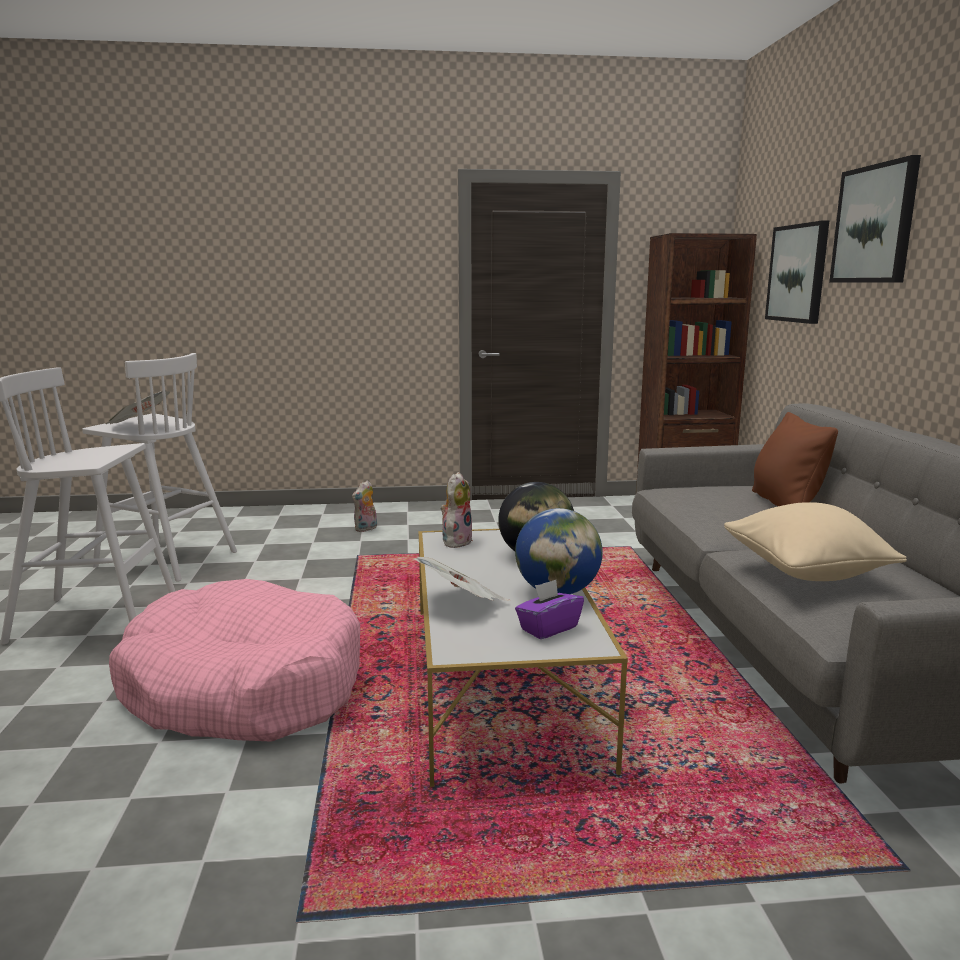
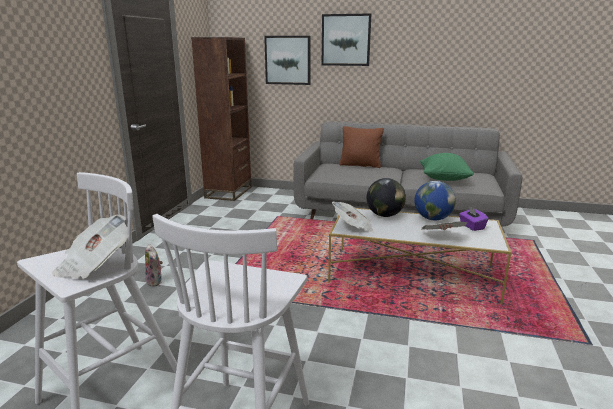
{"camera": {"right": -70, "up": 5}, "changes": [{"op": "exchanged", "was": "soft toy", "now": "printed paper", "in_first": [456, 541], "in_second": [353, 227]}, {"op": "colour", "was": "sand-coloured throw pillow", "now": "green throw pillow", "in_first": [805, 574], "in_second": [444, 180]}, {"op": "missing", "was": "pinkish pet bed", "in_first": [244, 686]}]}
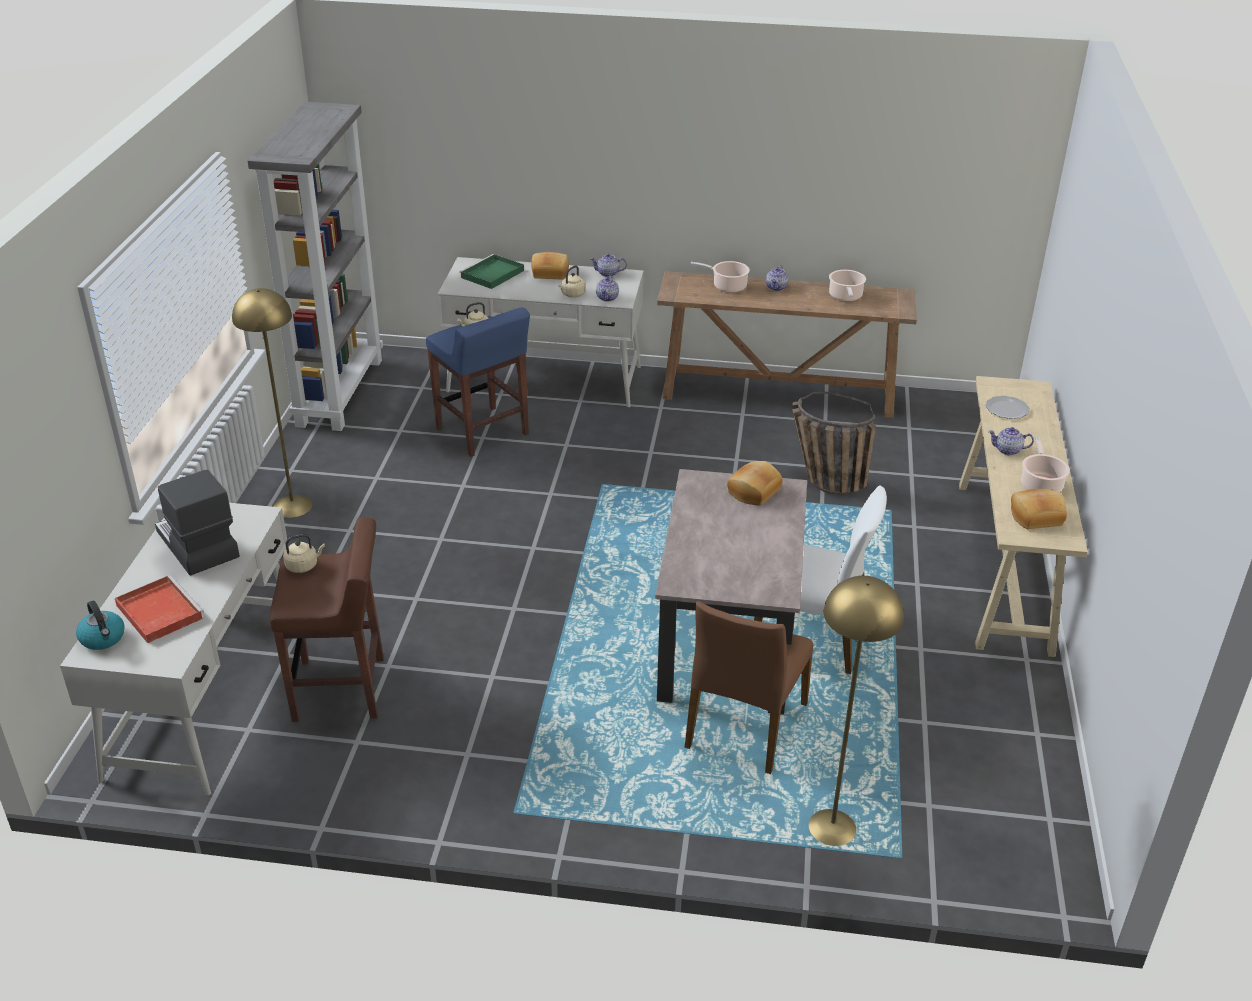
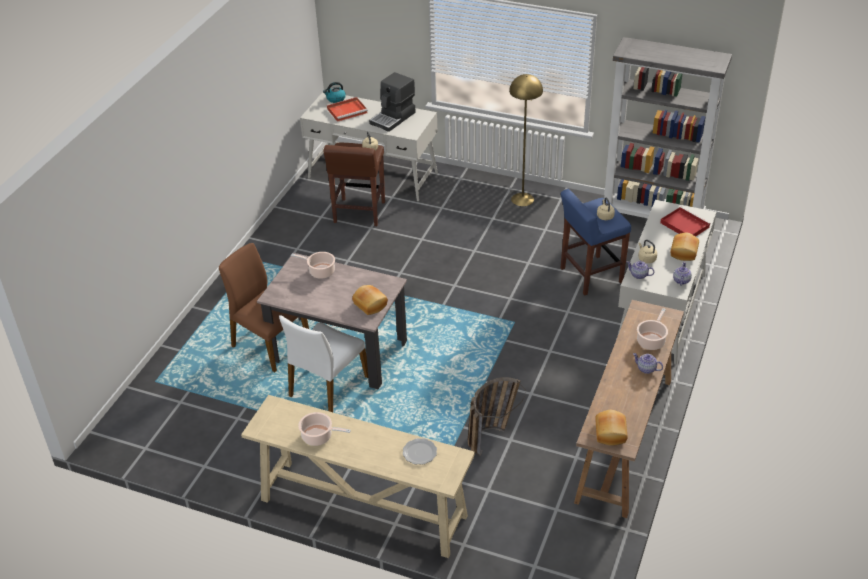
{"camera": {"right": 105, "up": 5}, "changes": [{"op": "colour", "was": "green serving tray", "now": "red-coloured serving tray", "in_first": [492, 274], "in_second": [684, 225]}, {"op": "relocated", "was": "cooking pot", "in_first": [845, 297], "in_second": [320, 271]}, {"op": "missing", "was": "teapot", "in_first": [1008, 450]}, {"op": "spun", "was": "coffee maker", "in_first": [197, 545], "in_second": [393, 118], "clockwise": 150}, {"op": "relocated", "was": "baked bread", "in_first": [1035, 516], "in_second": [611, 433]}, {"op": "missing", "was": "yellow-coloured standard lamp", "in_first": [832, 828]}]}
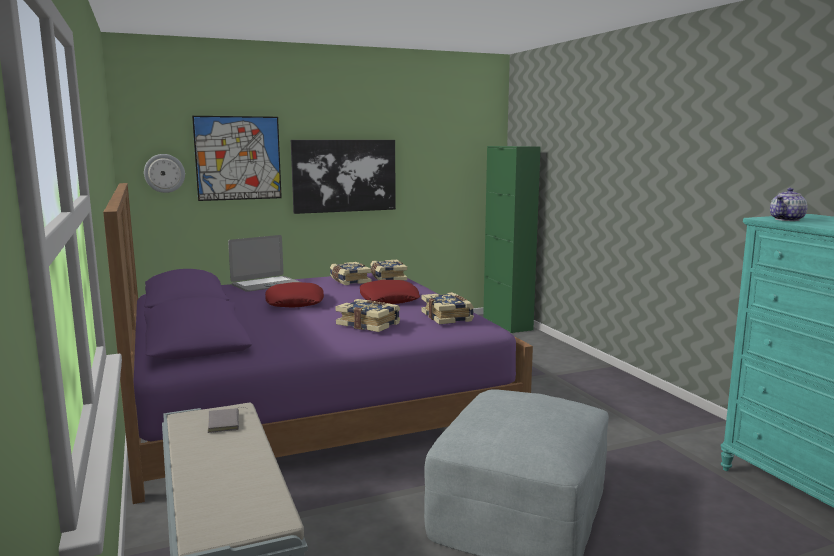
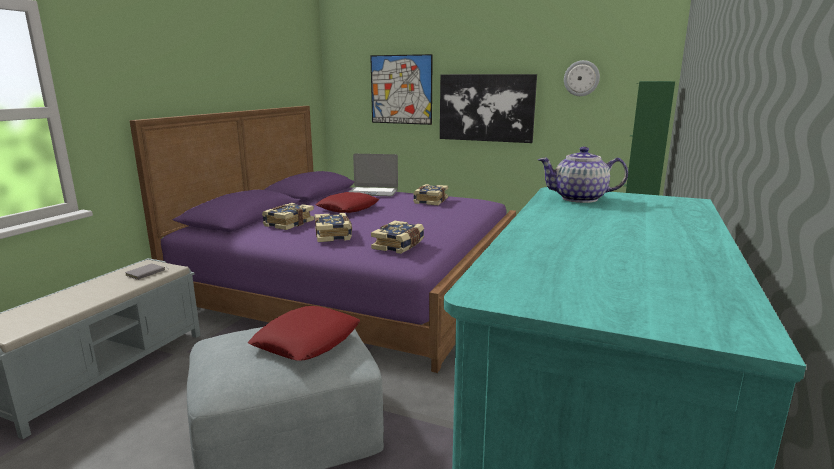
{"camera": {"right": 45, "up": 5}, "changes": [{"op": "relocated", "was": "clock on the wall", "in_first": [164, 173], "in_second": [581, 78]}, {"op": "relocated", "was": "book", "in_first": [387, 278], "in_second": [288, 223]}, {"op": "relocated", "was": "red-coloured throw pillow", "in_first": [388, 299], "in_second": [307, 340]}]}
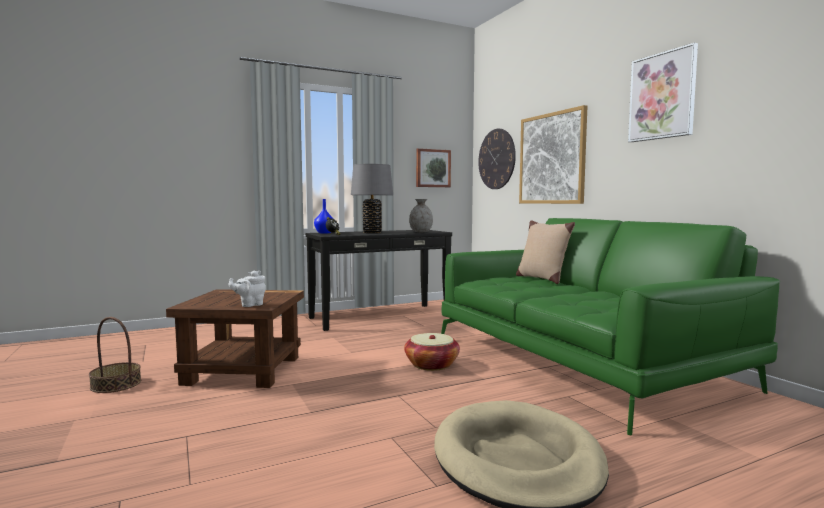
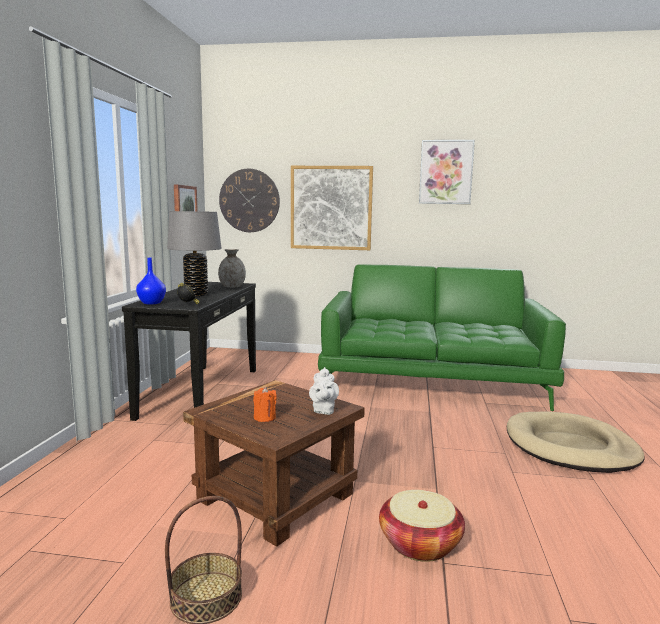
{"camera": {"right": -55, "up": 5}, "changes": [{"op": "missing", "was": "sand-coloured throw pillow", "in_first": [542, 279]}, {"op": "relocated", "was": "basket", "in_first": [431, 364], "in_second": [419, 543]}, {"op": "appeared", "now": "orangey wax light", "in_second": [264, 418]}]}
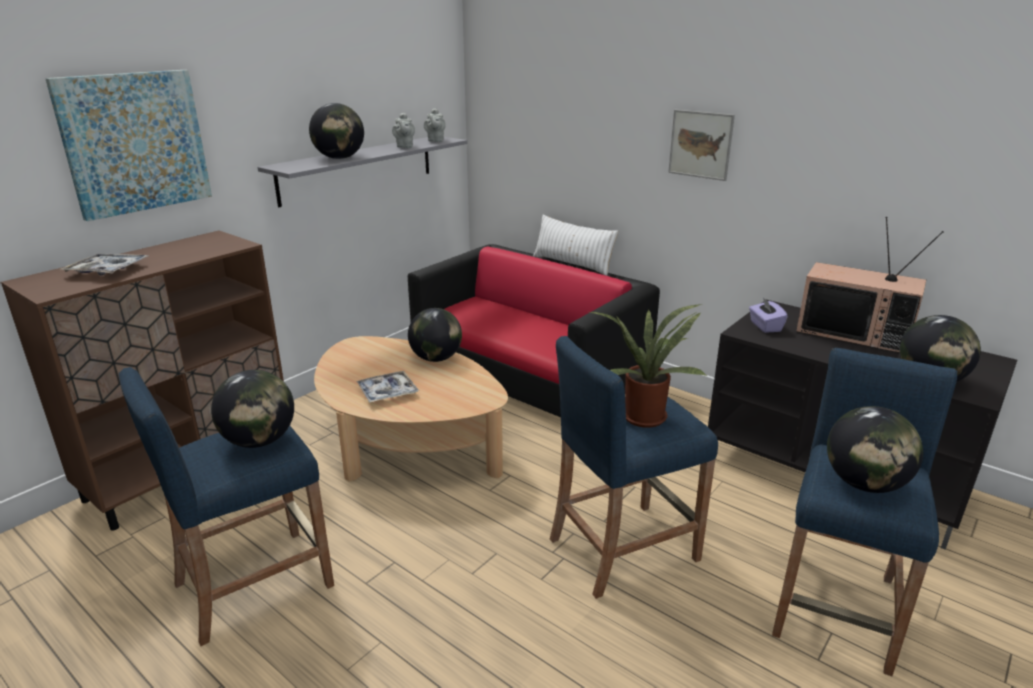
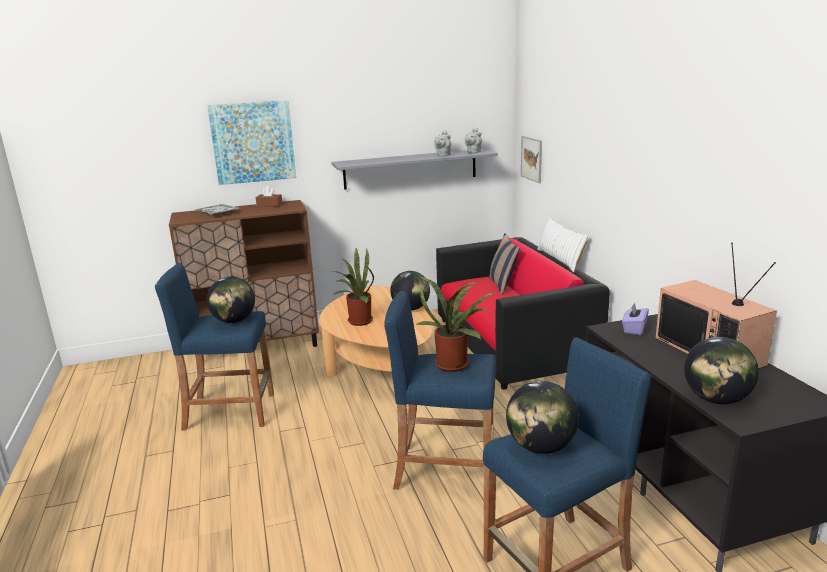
{"camera": {"right": 35, "up": -5}, "changes": [{"op": "missing", "was": "desk globe", "in_first": [339, 158]}, {"op": "relocated", "was": "wall art", "in_first": [700, 144], "in_second": [531, 159]}, {"op": "exchanged", "was": "serving tray", "now": "potted plant", "in_first": [387, 392], "in_second": [357, 321]}, {"op": "appeared", "now": "brown box of tissues", "in_second": [269, 205]}, {"op": "appeared", "now": "throw pillow", "in_second": [502, 285]}]}
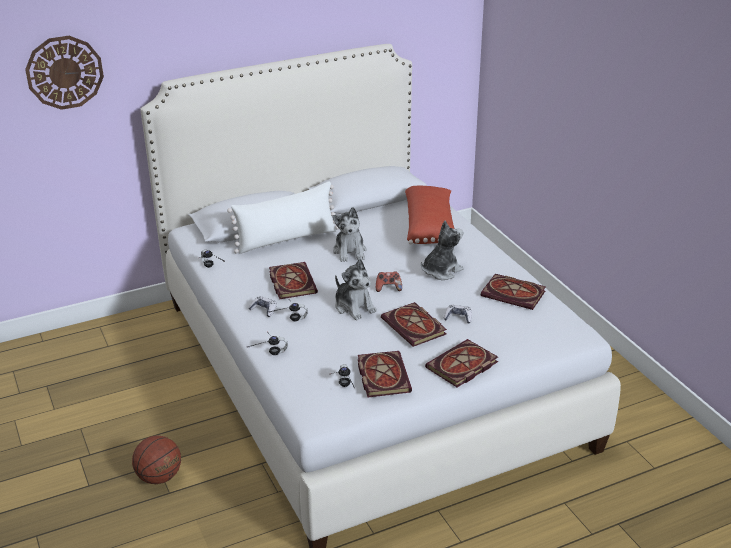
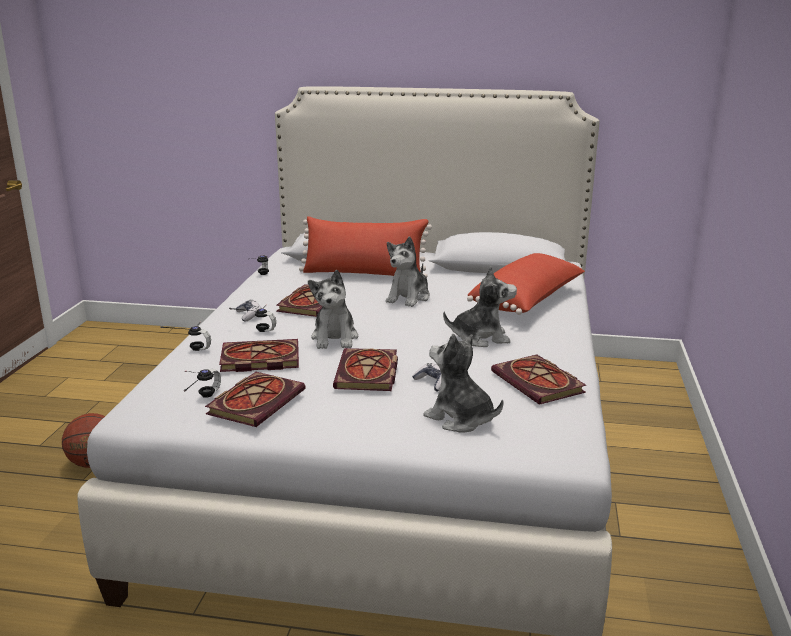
{"camera": {"right": 35, "up": -10}, "changes": [{"op": "missing", "was": "clock on the wall", "in_first": [64, 72]}, {"op": "colour", "was": "white-coloured throw pillow", "now": "red-coloured throw pillow", "in_first": [287, 239], "in_second": [364, 274]}, {"op": "missing", "was": "gamepad", "in_first": [388, 288]}, {"op": "relocated", "was": "book", "in_first": [461, 366], "in_second": [258, 359]}, {"op": "appeared", "now": "soft toy", "in_second": [460, 419]}]}
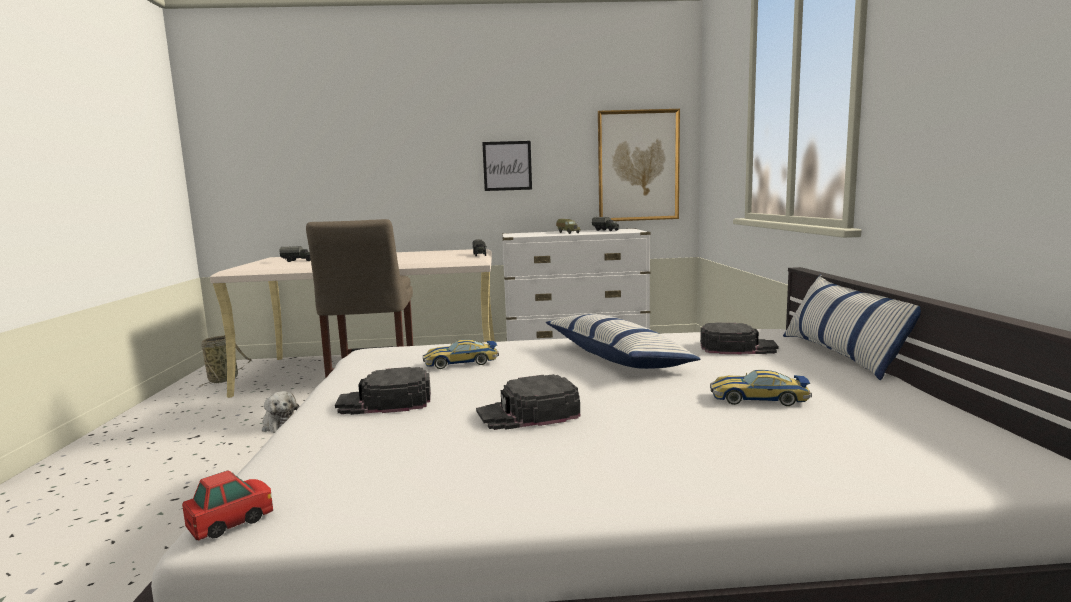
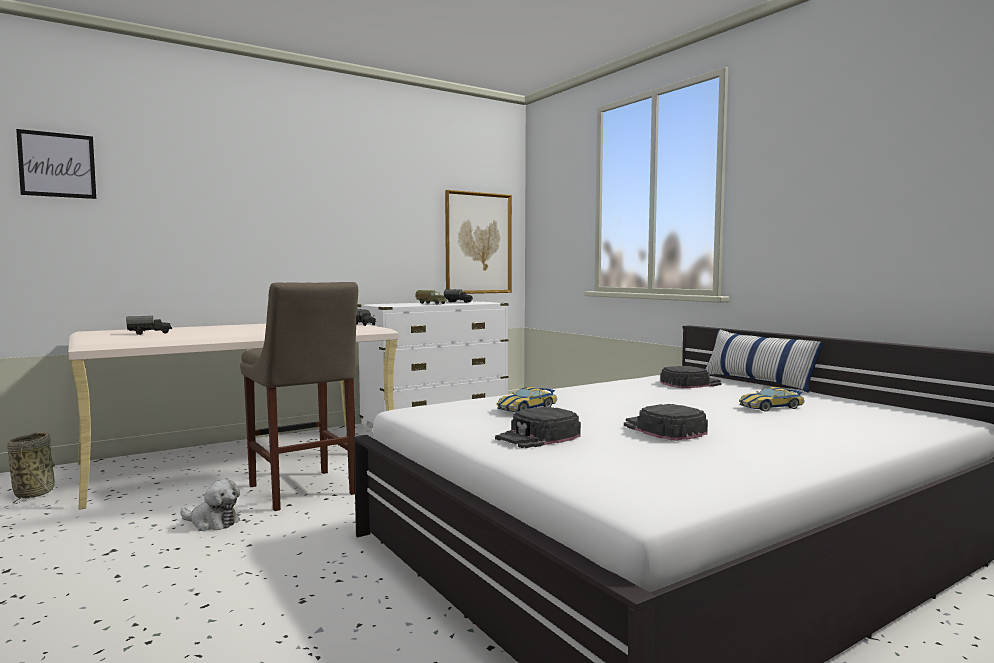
{"camera": {"right": -30, "up": -5}, "changes": [{"op": "relocated", "was": "wall art", "in_first": [507, 166], "in_second": [57, 165]}, {"op": "missing", "was": "throw pillow", "in_first": [616, 358]}, {"op": "spun", "was": "black-coloured baseball cap", "in_first": [528, 413], "in_second": [663, 429], "clockwise": 105}, {"op": "missing", "was": "miniature car", "in_first": [232, 522]}]}
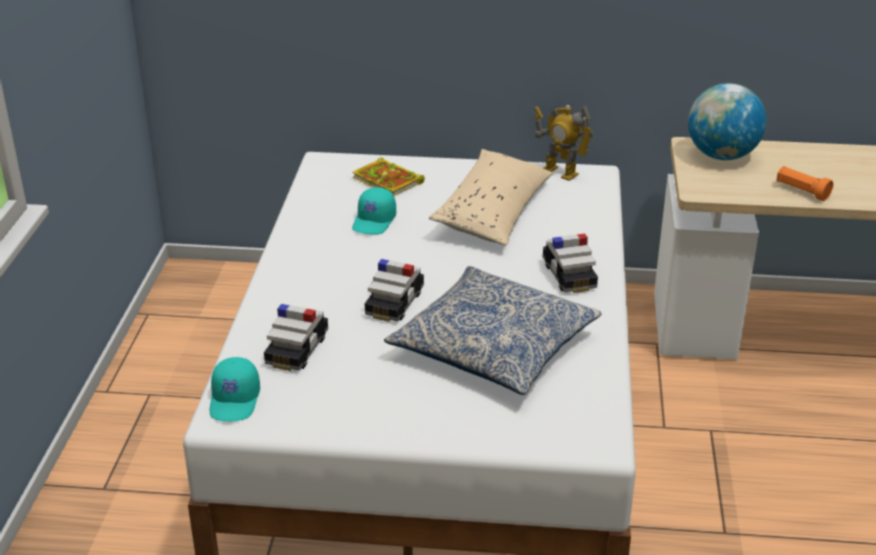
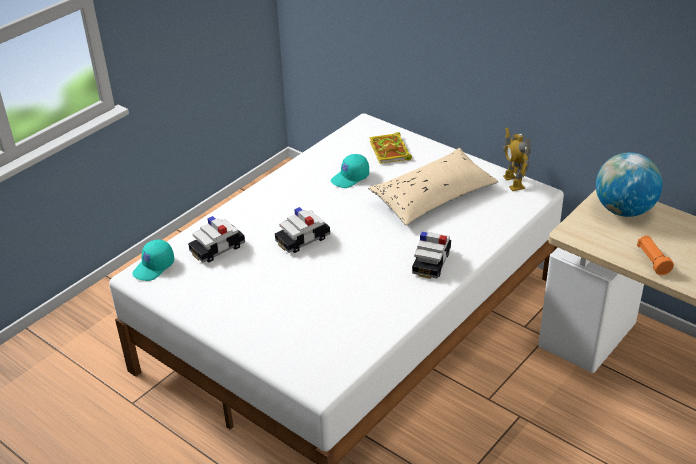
{"camera": {"right": 35, "up": 5}, "changes": [{"op": "missing", "was": "throw pillow", "in_first": [494, 347]}]}
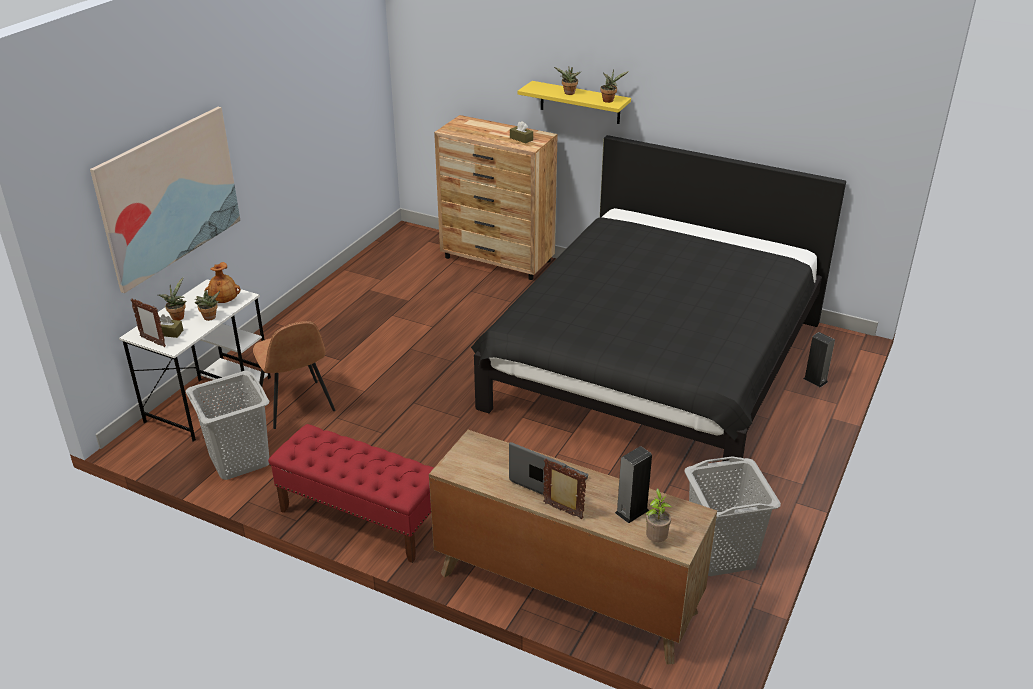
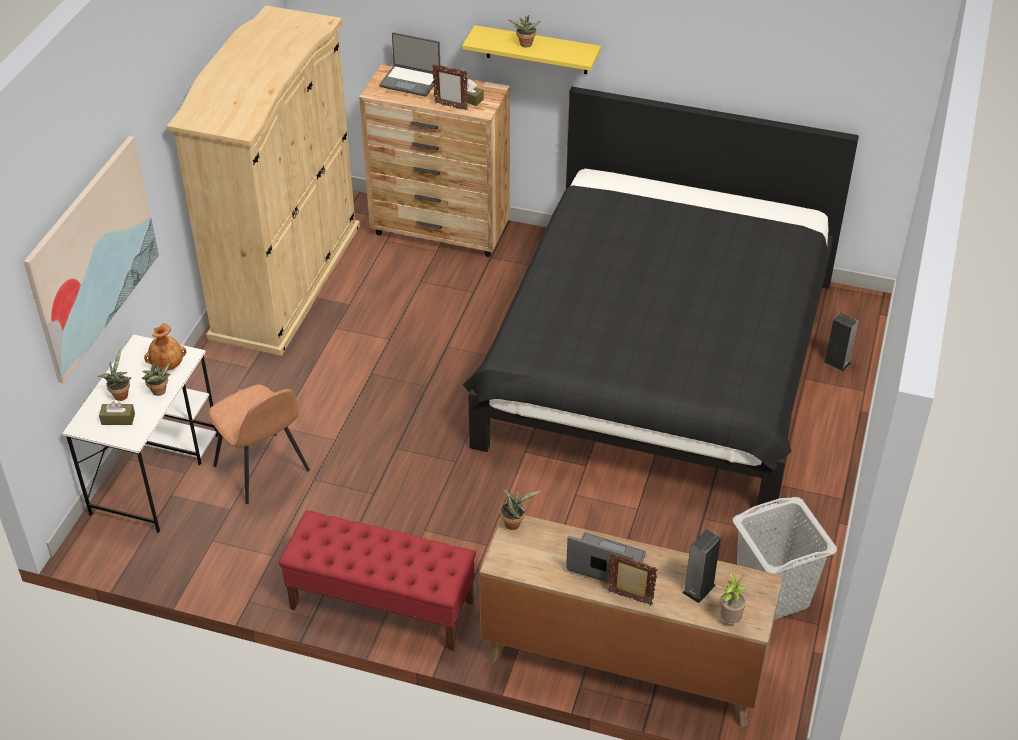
{"camera": {"right": -10, "up": 10}, "changes": [{"op": "relocated", "was": "potted plant", "in_first": [609, 100], "in_second": [514, 523]}, {"op": "relocated", "was": "photo frame", "in_first": [153, 342], "in_second": [450, 106]}, {"op": "missing", "was": "gray washing basket", "in_first": [239, 460]}, {"op": "appeared", "now": "sand-coloured armoire", "in_second": [286, 280]}, {"op": "appeared", "now": "portable computer", "in_second": [410, 81]}]}
